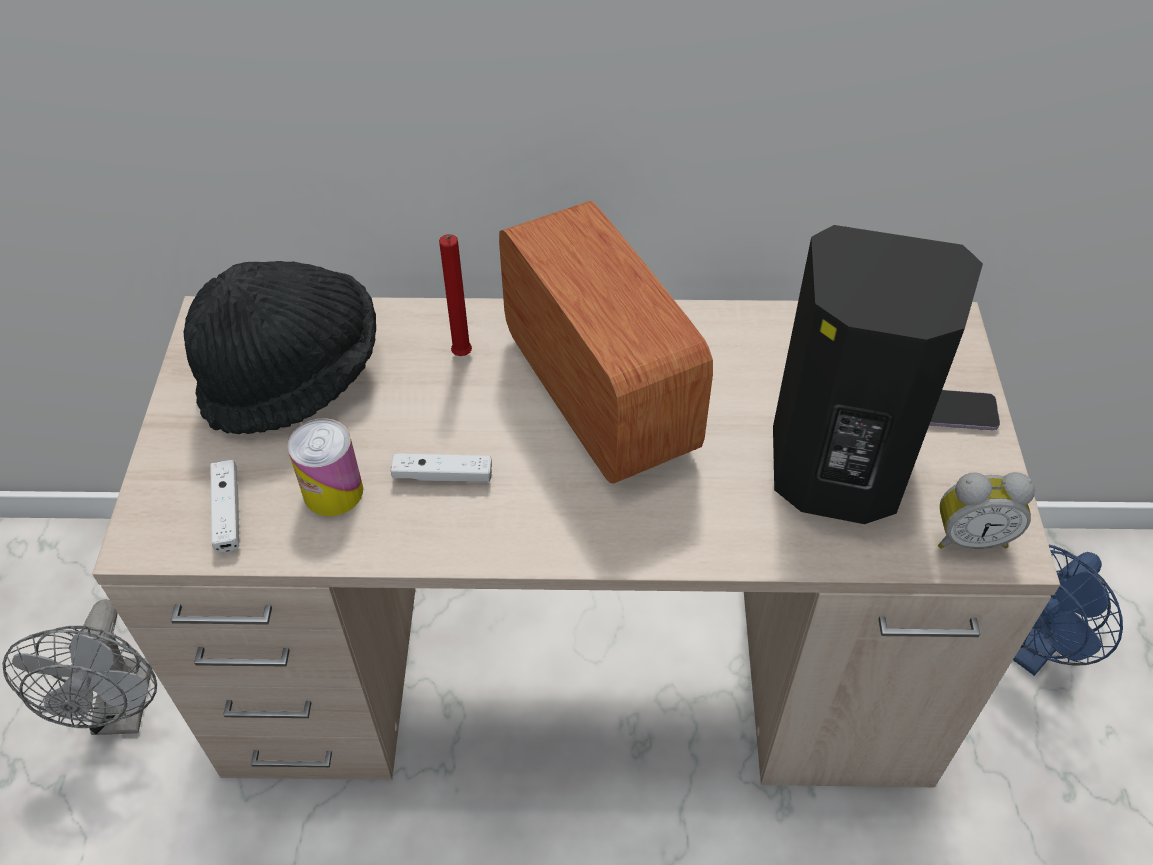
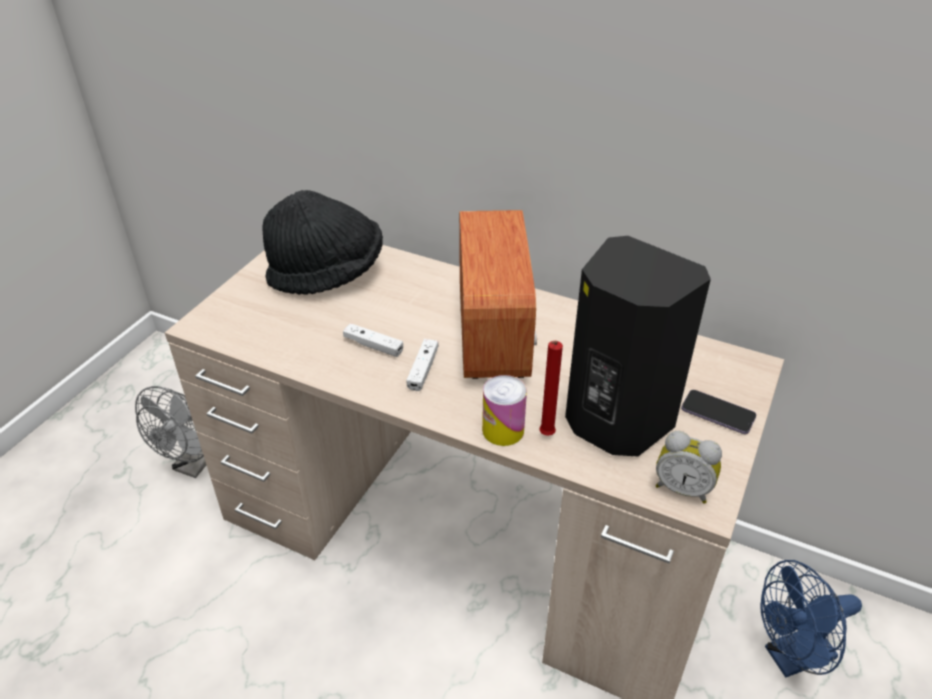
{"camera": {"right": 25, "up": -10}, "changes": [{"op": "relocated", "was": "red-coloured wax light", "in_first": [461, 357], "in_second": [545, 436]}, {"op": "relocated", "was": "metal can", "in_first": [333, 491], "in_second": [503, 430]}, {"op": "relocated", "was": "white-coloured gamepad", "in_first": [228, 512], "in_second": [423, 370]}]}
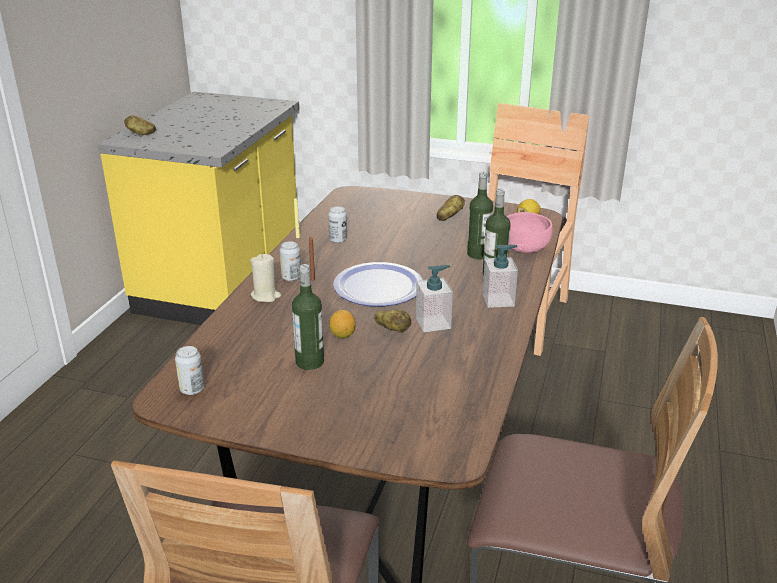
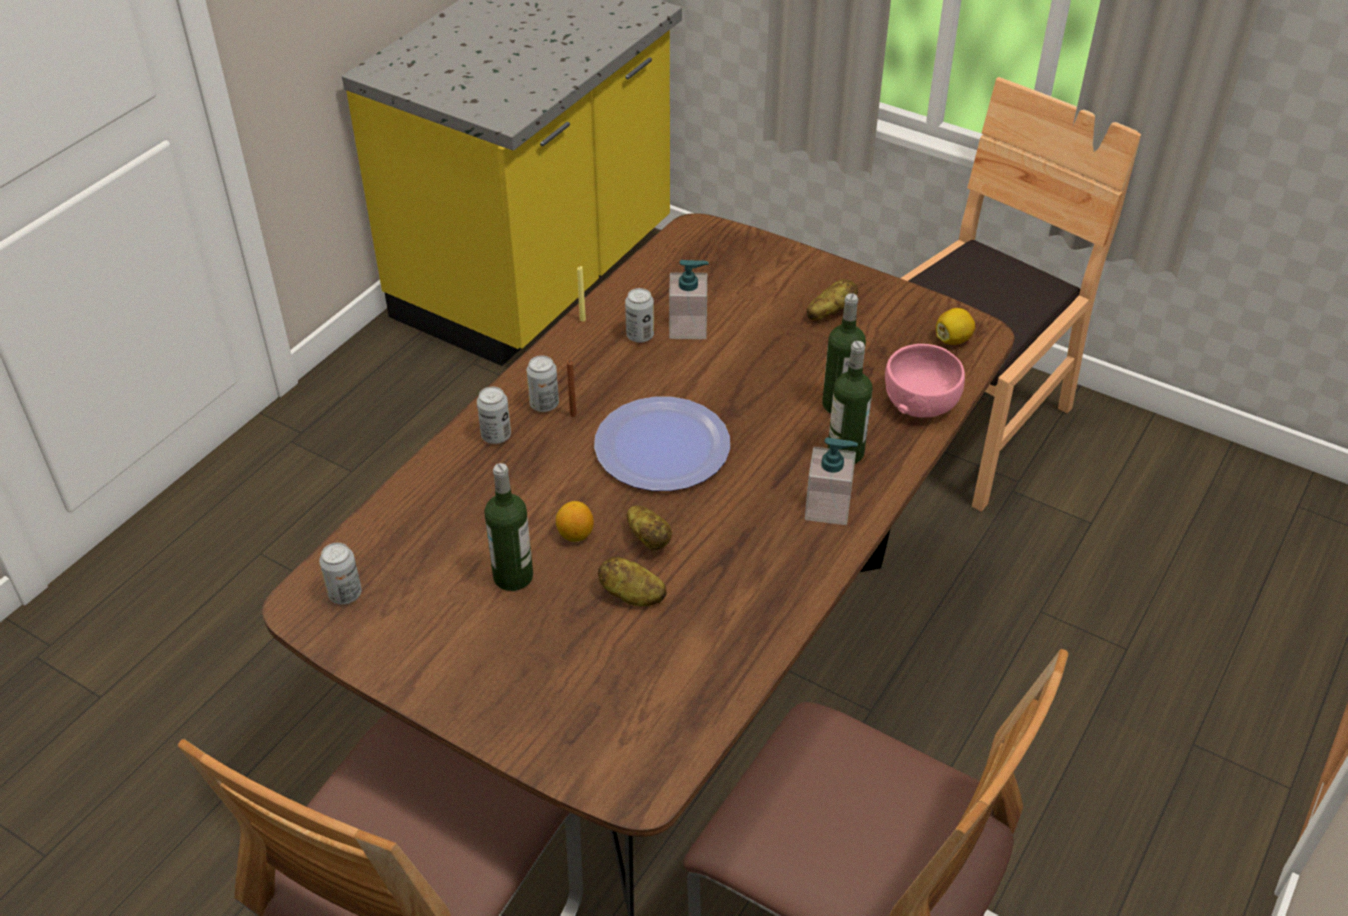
{"camera": {"right": 15, "up": 15}, "changes": [{"op": "relocated", "was": "whole potato", "in_first": [141, 133], "in_second": [631, 595]}, {"op": "exchanged", "was": "sand-coloured wax light", "now": "metal can", "in_first": [265, 296], "in_second": [496, 436]}, {"op": "relocated", "was": "soap bottle", "in_first": [433, 323], "in_second": [688, 327]}]}
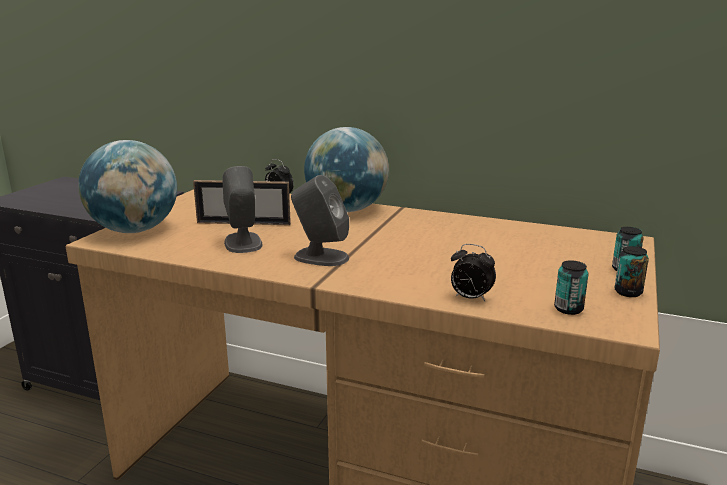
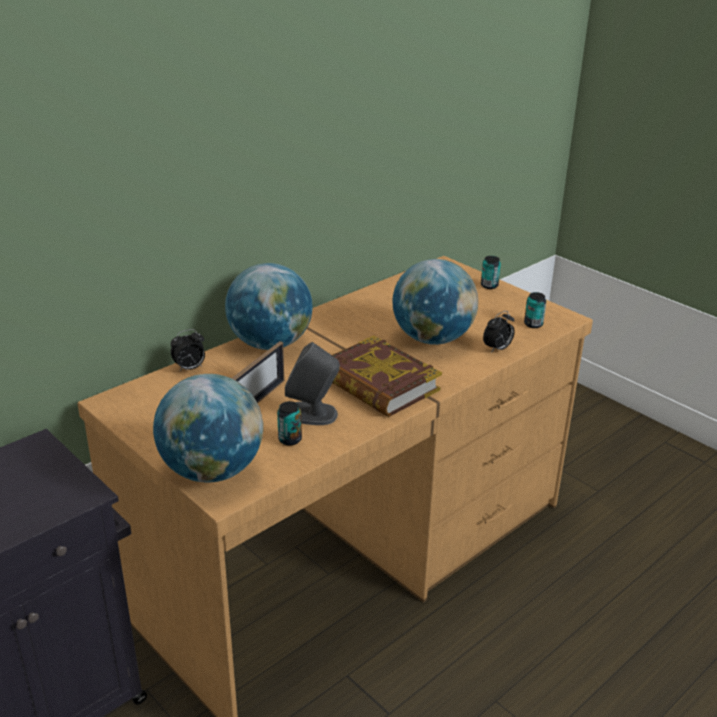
{"camera": {"right": -65, "up": 10}, "changes": [{"op": "exchanged", "was": "gray audio speaker", "now": "book", "in_first": [320, 257], "in_second": [378, 384]}, {"op": "relocated", "was": "metal can", "in_first": [628, 292], "in_second": [290, 439]}, {"op": "appeared", "now": "desk globe", "in_second": [432, 339]}]}
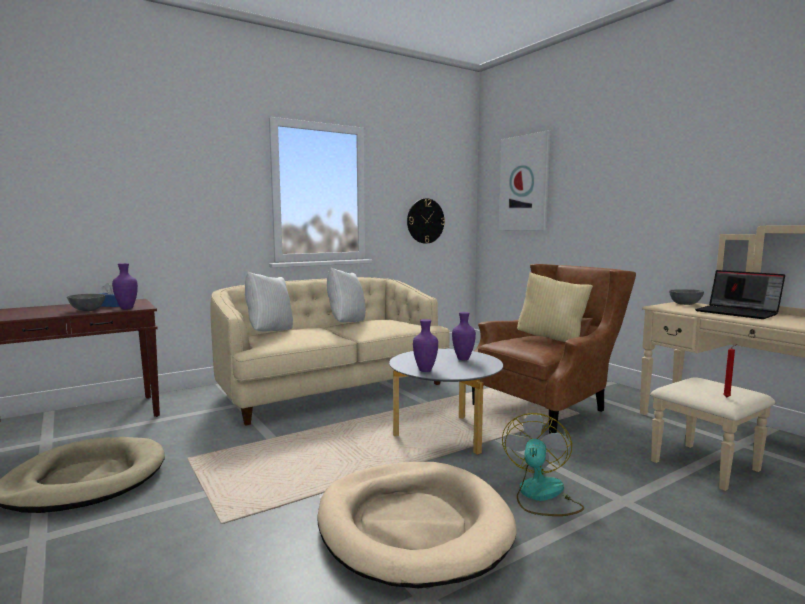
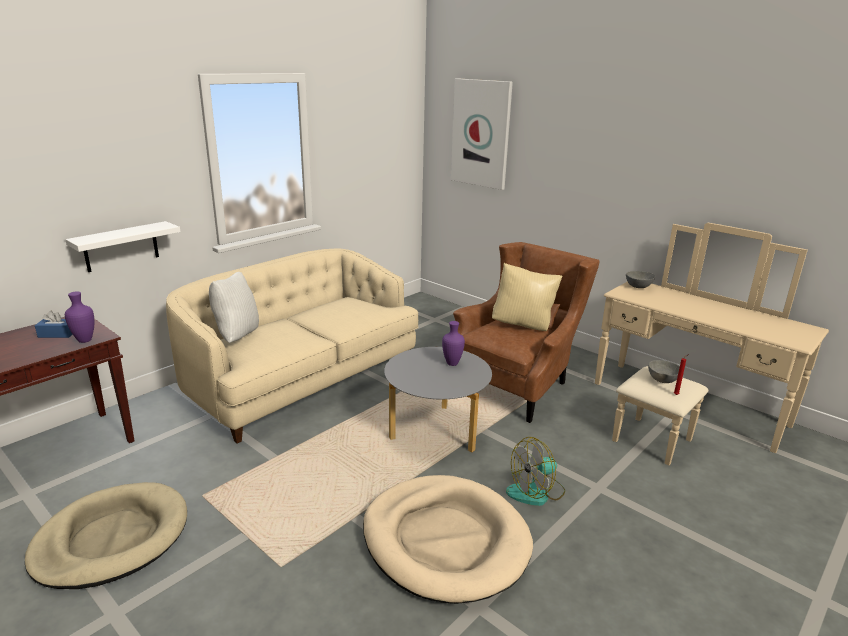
{"camera": {"right": -15, "up": 15}, "changes": [{"op": "missing", "was": "clock on the wall", "in_first": [425, 221]}, {"op": "missing", "was": "white-coloured throw pillow", "in_first": [346, 323]}, {"op": "missing", "was": "portable computer", "in_first": [738, 313]}, {"op": "relocated", "was": "gray bowl", "in_first": [87, 310], "in_second": [661, 380]}, {"op": "missing", "was": "purple-coloured decorative vase", "in_first": [426, 370]}, {"op": "spun", "was": "electric fan", "in_first": [541, 496], "in_second": [536, 492], "clockwise": -120}, {"op": "appeared", "now": "white-coloured wall shelf", "in_second": [121, 247]}]}
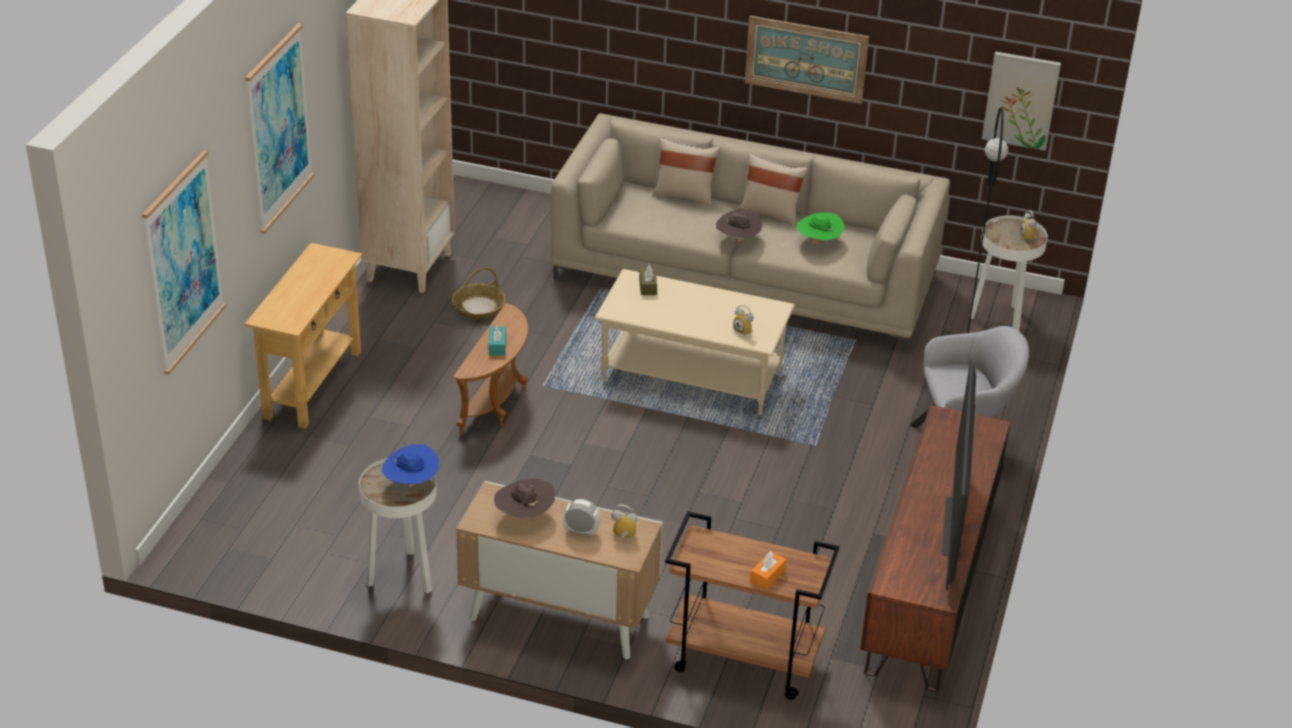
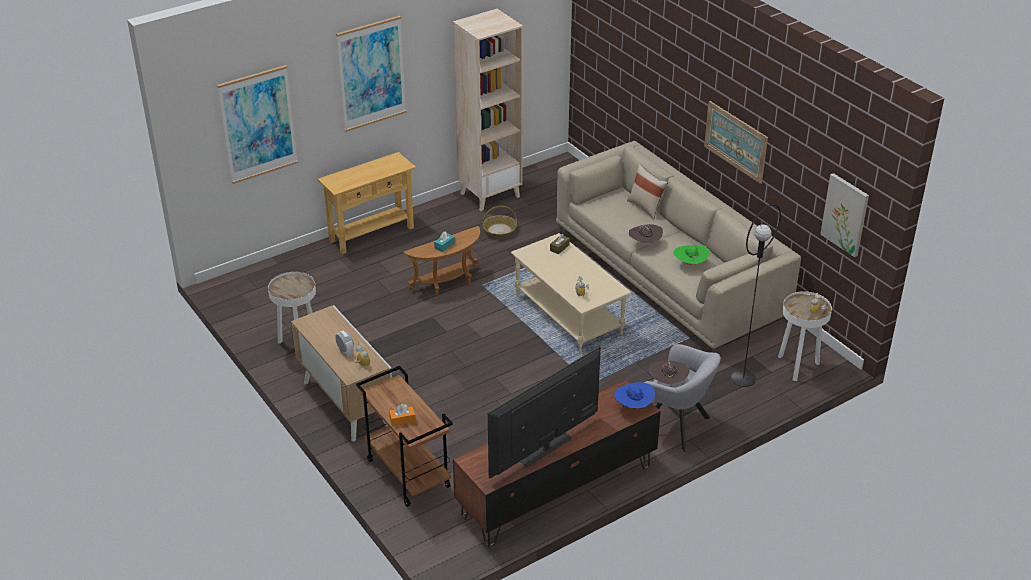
{"camera": {"right": 40, "up": 0}, "changes": [{"op": "missing", "was": "sand-coloured throw pillow", "in_first": [770, 213]}, {"op": "relocated", "was": "blue wearable hat", "in_first": [411, 483], "in_second": [633, 407]}, {"op": "relocated", "was": "brown wearable hat", "in_first": [524, 516], "in_second": [667, 383]}]}
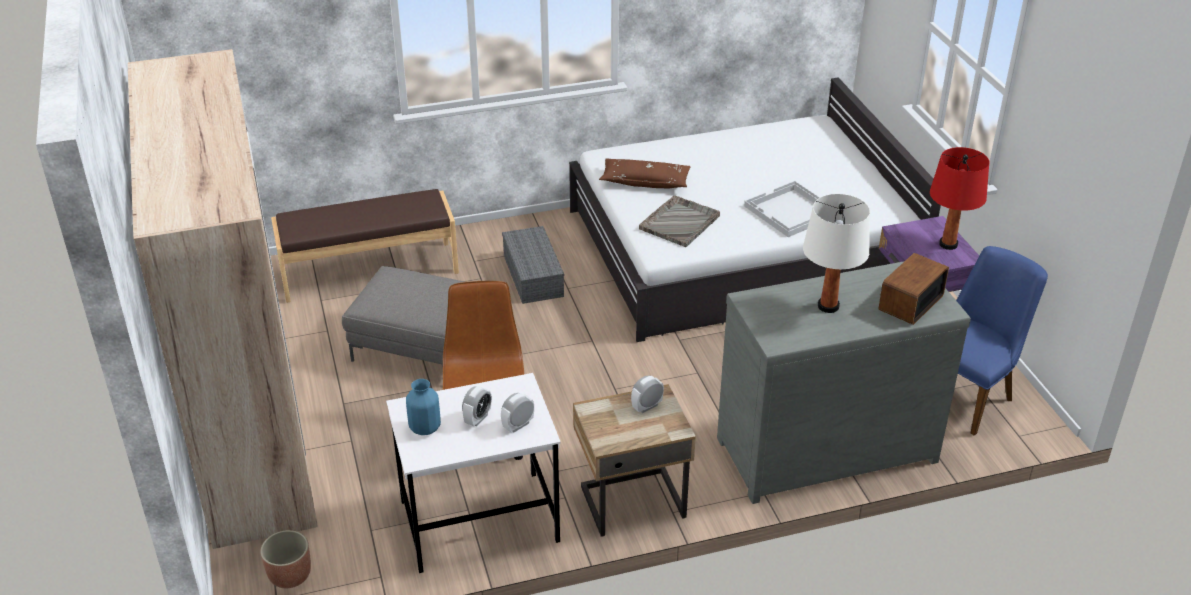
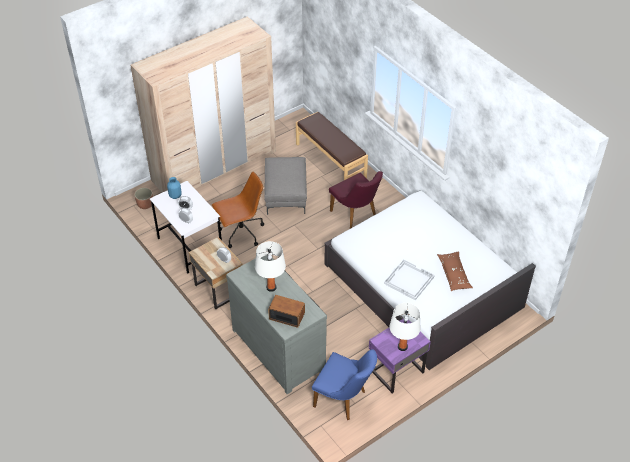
{"camera": {"right": 70, "up": 10}, "changes": [{"op": "colour", "was": "red-coloured table lamp", "now": "white-coloured table lamp", "in_first": [948, 244], "in_second": [402, 347]}, {"op": "relocated", "was": "brown throw pillow", "in_first": [645, 181], "in_second": [454, 274]}, {"op": "missing", "was": "gray serving tray", "in_first": [680, 222]}, {"op": "exchanged", "was": "gray storage container", "now": "purple-coloured plain chair", "in_first": [534, 276], "in_second": [356, 215]}]}
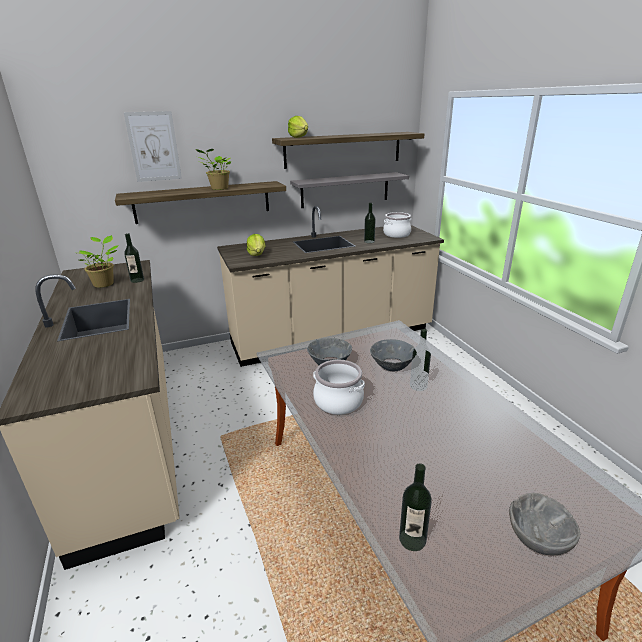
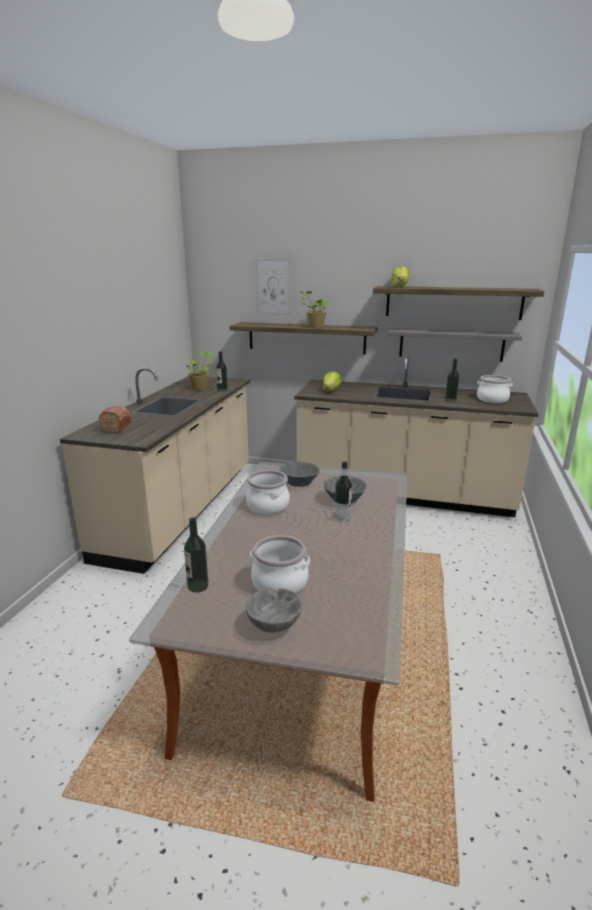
{"camera": {"right": 35, "up": -5}, "changes": [{"op": "appeared", "now": "baked bread", "in_second": [118, 426]}, {"op": "appeared", "now": "cooking pot", "in_second": [280, 583]}]}
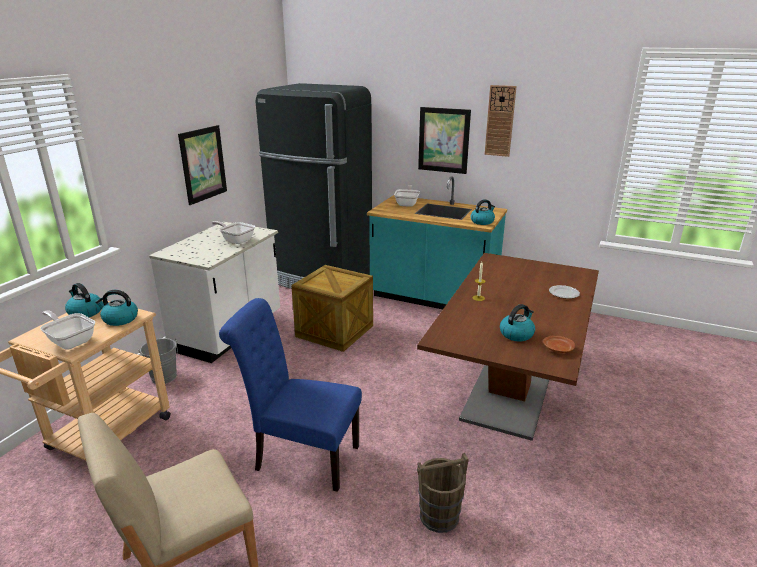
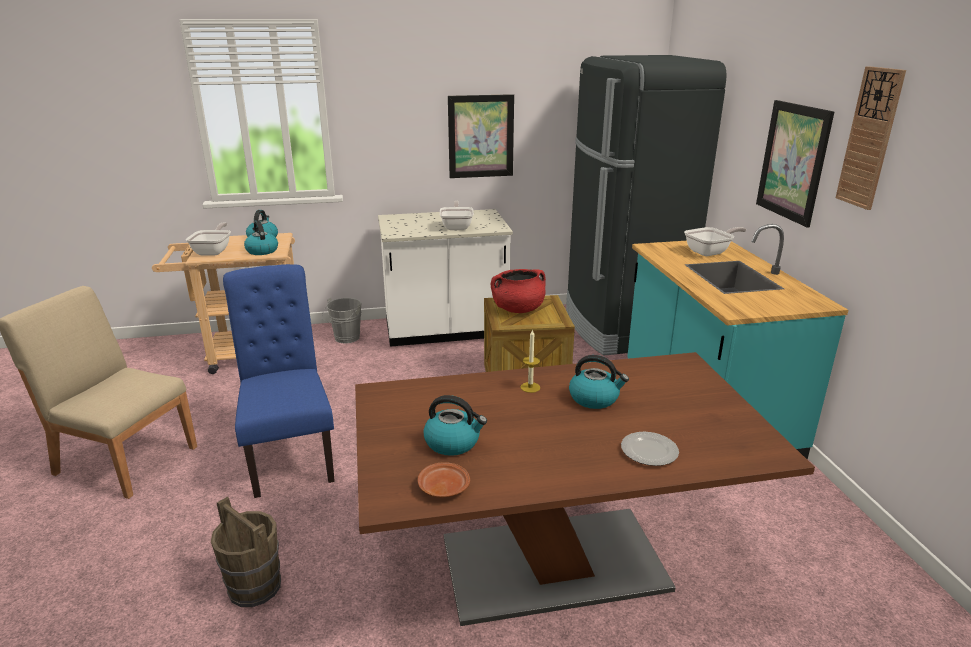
{"camera": {"right": 55, "up": 0}, "changes": [{"op": "relocated", "was": "kettle", "in_first": [482, 221], "in_second": [594, 398]}, {"op": "appeared", "now": "red-coloured cooking pot", "in_second": [518, 309]}]}
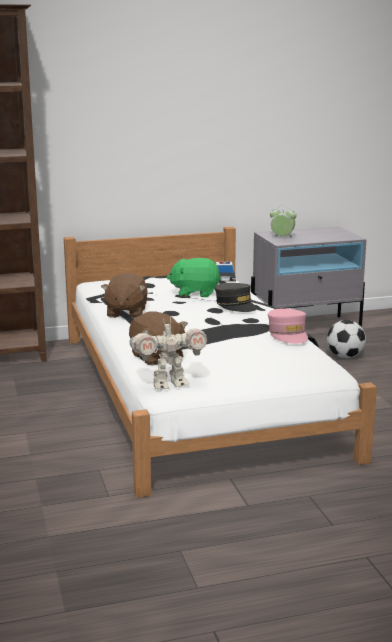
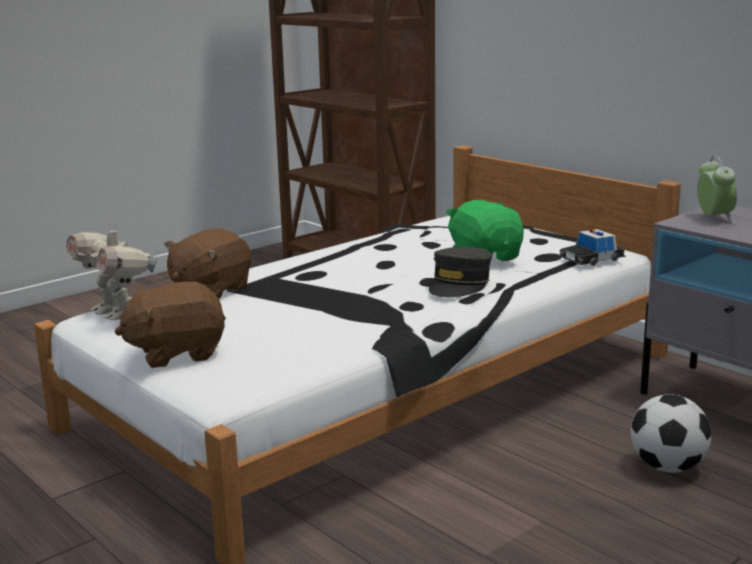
{"camera": {"right": 65, "up": 0}, "changes": [{"op": "relocated", "was": "brown soft toy", "in_first": [126, 312], "in_second": [176, 353]}, {"op": "missing", "was": "pinkish baseball cap", "in_first": [288, 334]}]}
